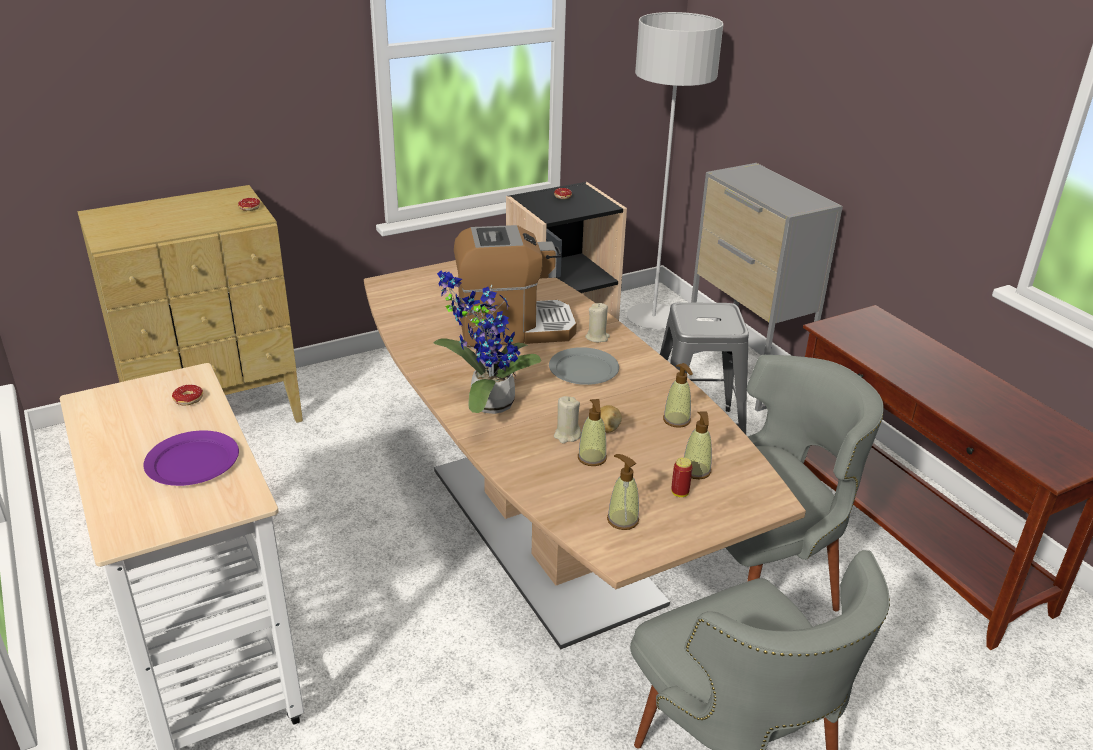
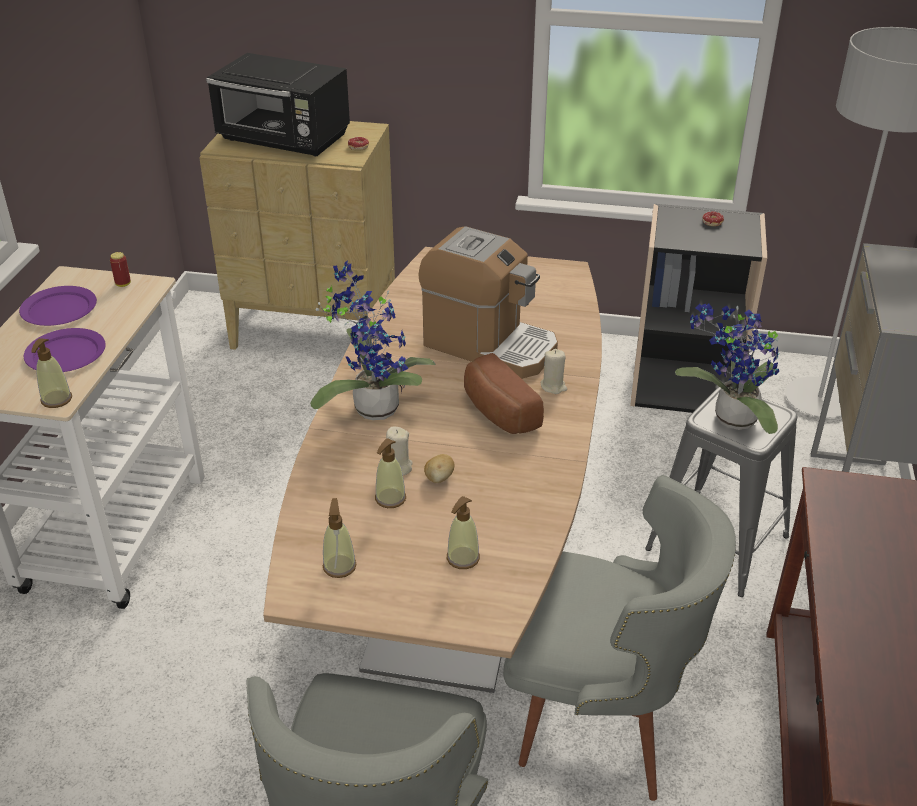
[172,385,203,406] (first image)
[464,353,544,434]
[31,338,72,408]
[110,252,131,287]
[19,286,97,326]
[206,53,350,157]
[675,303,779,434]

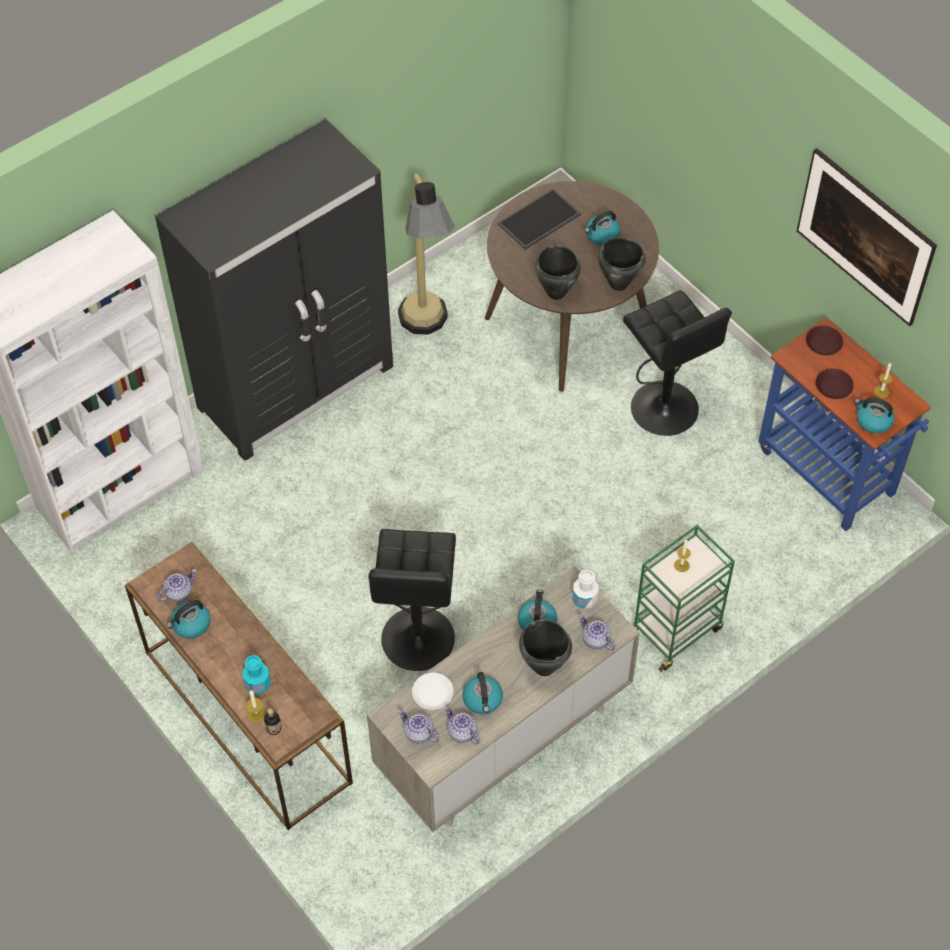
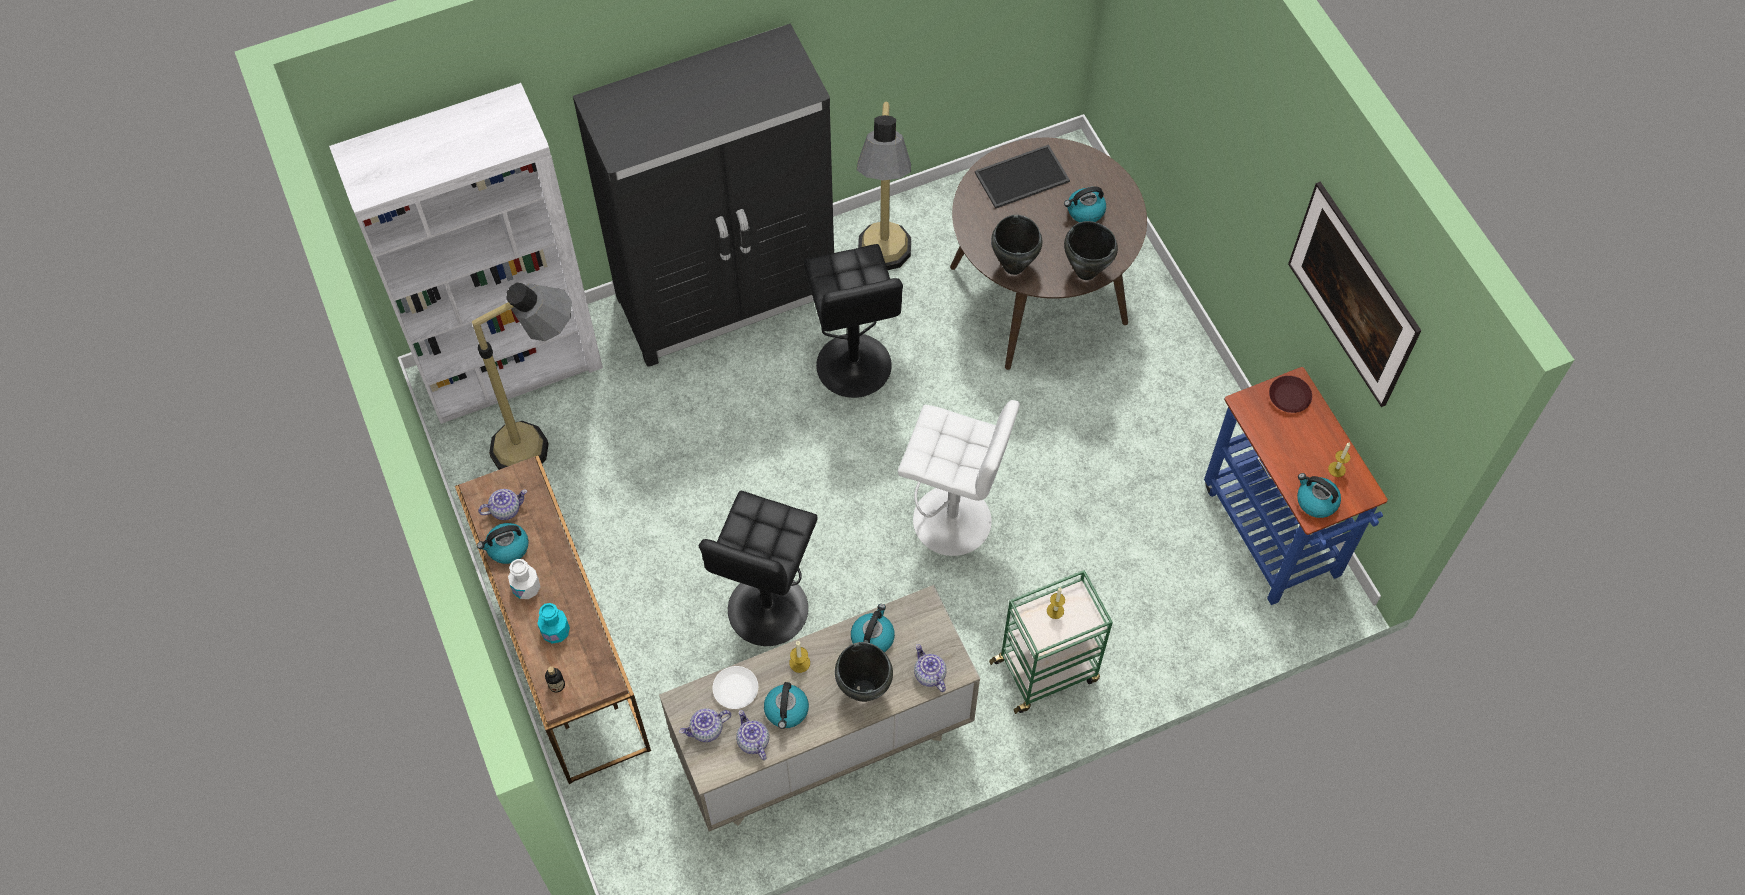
[789,641,810,673]
[679,708,731,742]
[508,559,540,599]
[804,244,903,398]
[816,369,854,399] (first image)
[472,283,572,470]
[898,400,1020,556]

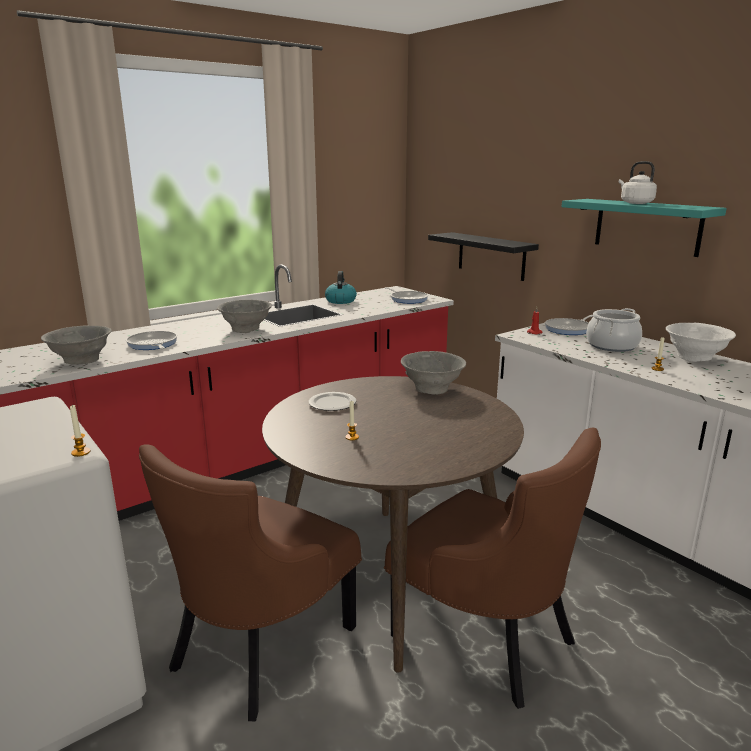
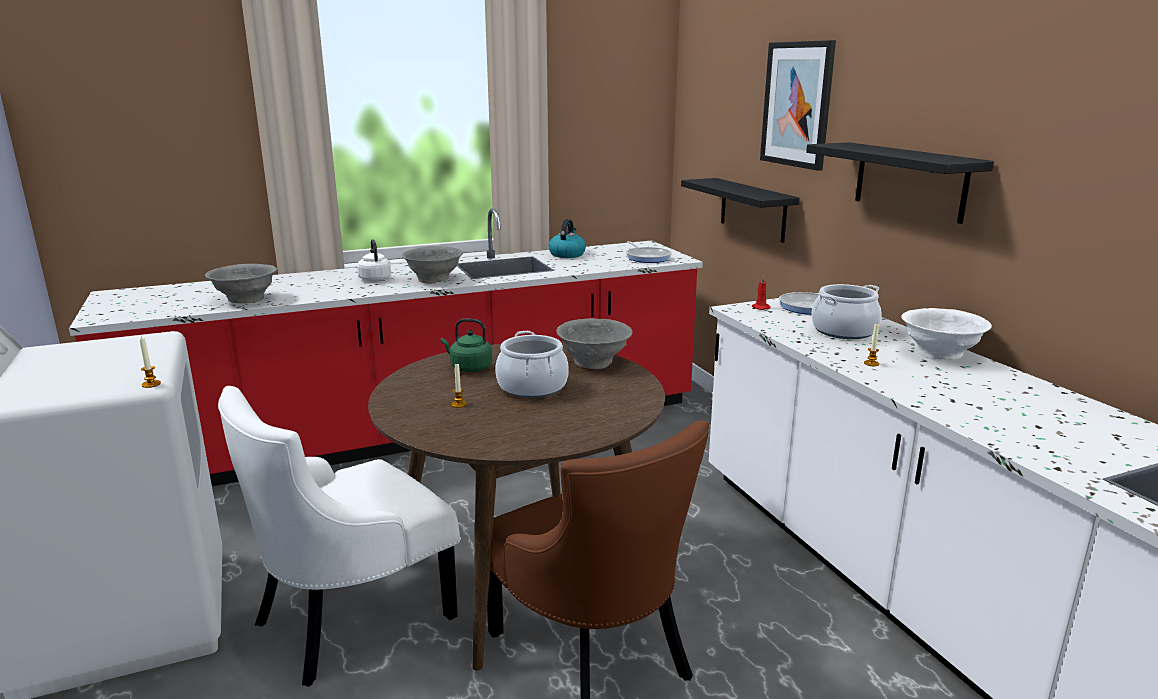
[126,331,177,350] (first image)
[218,386,461,687]
[441,318,492,372]
[806,142,994,224]
[357,239,391,282]
[495,331,569,398]
[760,40,836,171]

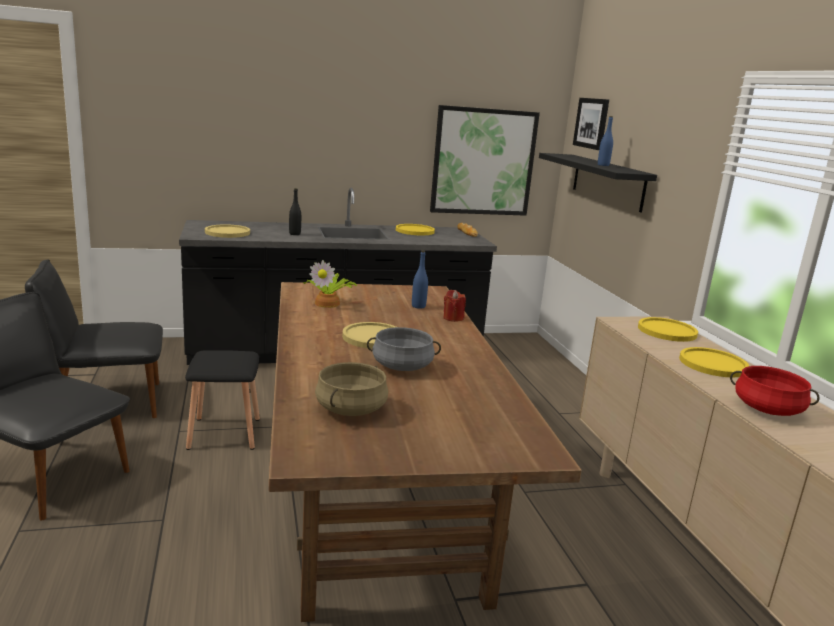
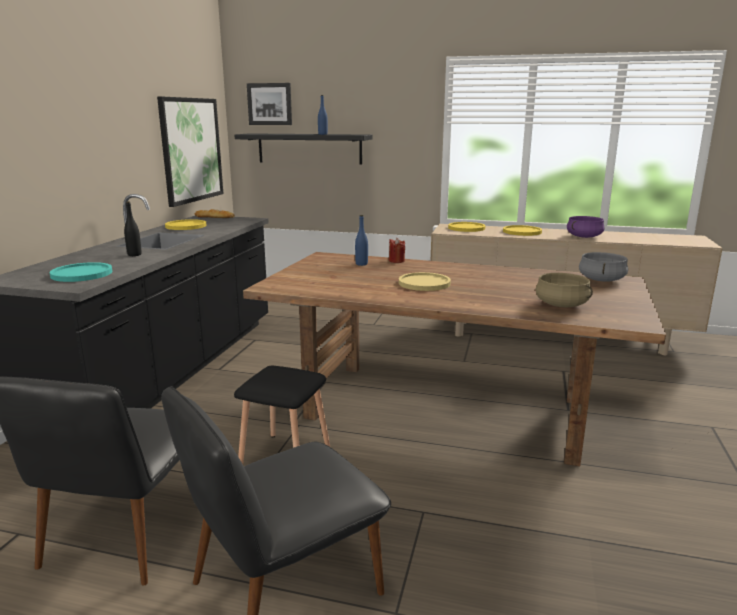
[50,262,113,282]
[303,260,357,308] (first image)
[579,252,628,282]
[567,216,605,238]

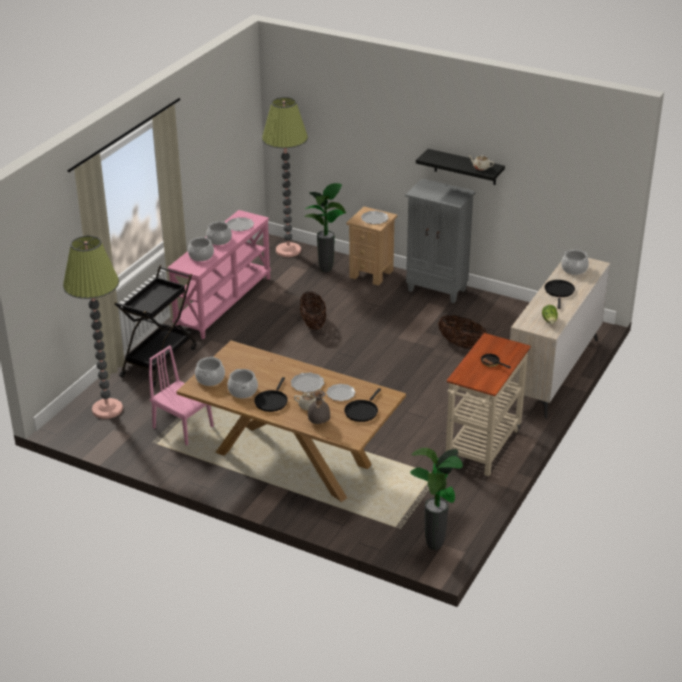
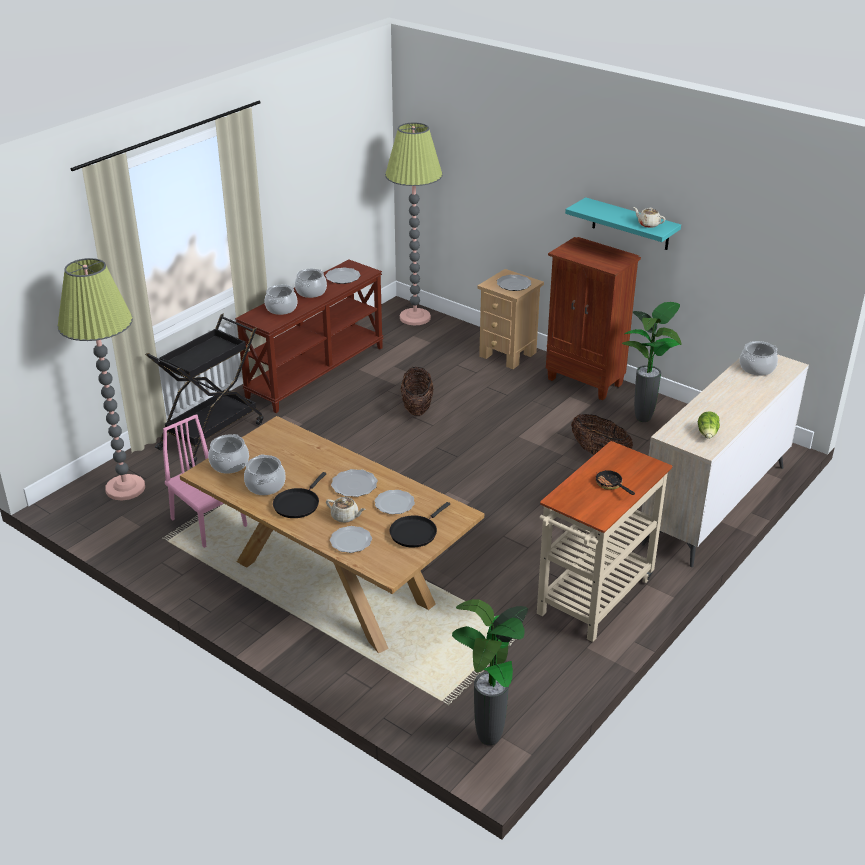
[235,259,384,413]
[622,302,682,422]
[330,526,372,553]
[546,237,641,400]
[565,197,681,250]
[545,280,575,309] (first image)

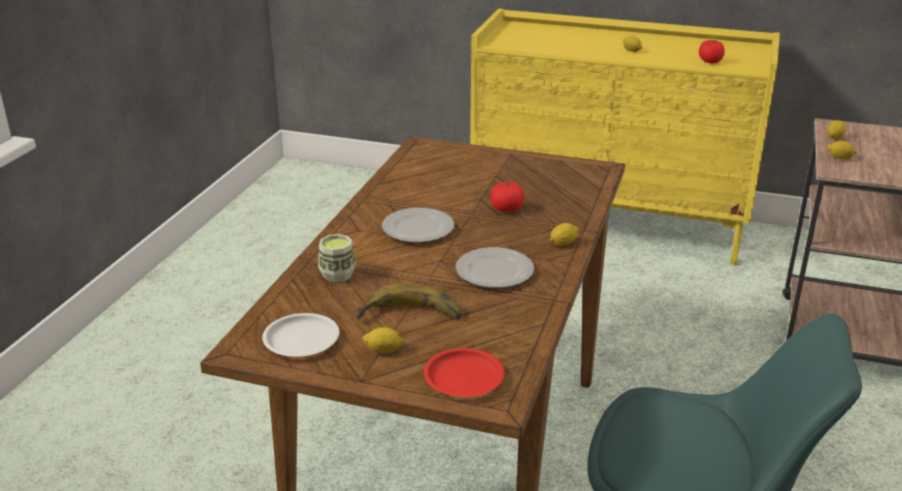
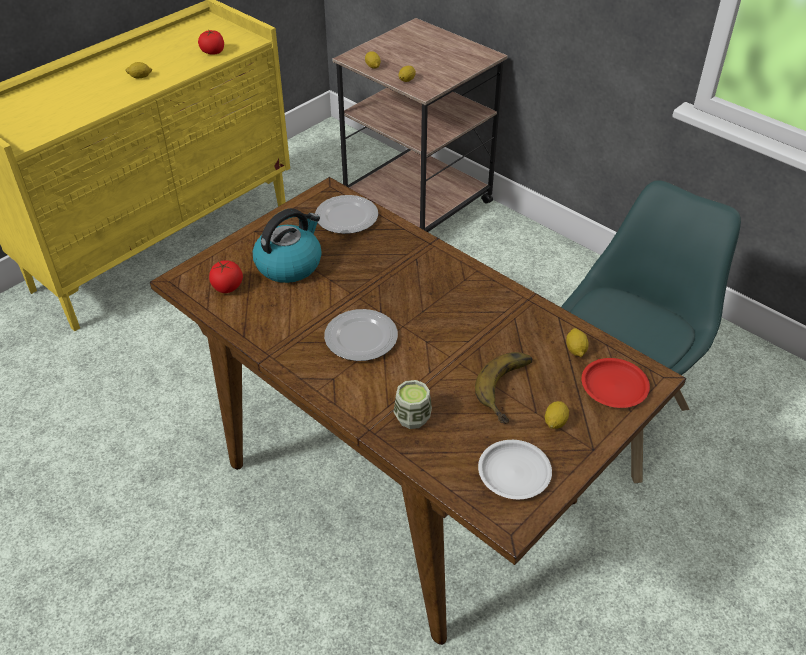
[315,195,378,234]
[209,260,243,293]
[566,328,589,357]
[253,208,322,283]

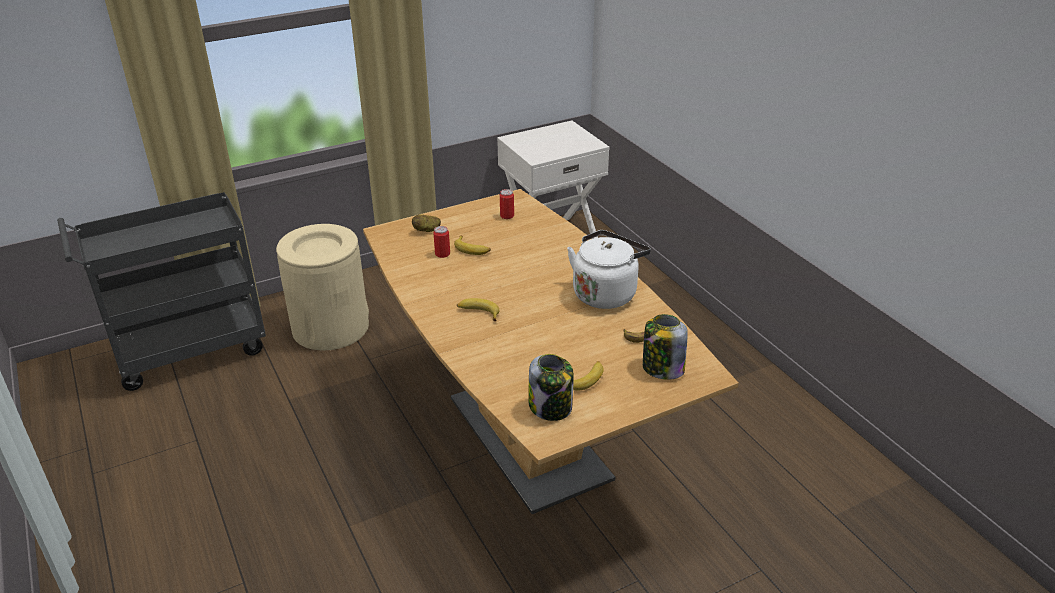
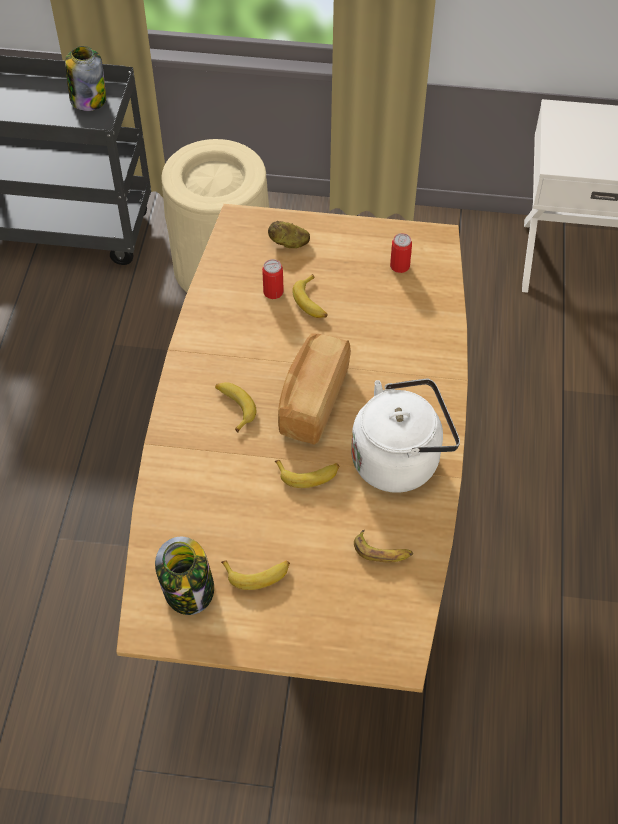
[65,46,106,111]
[275,460,339,488]
[278,333,351,445]

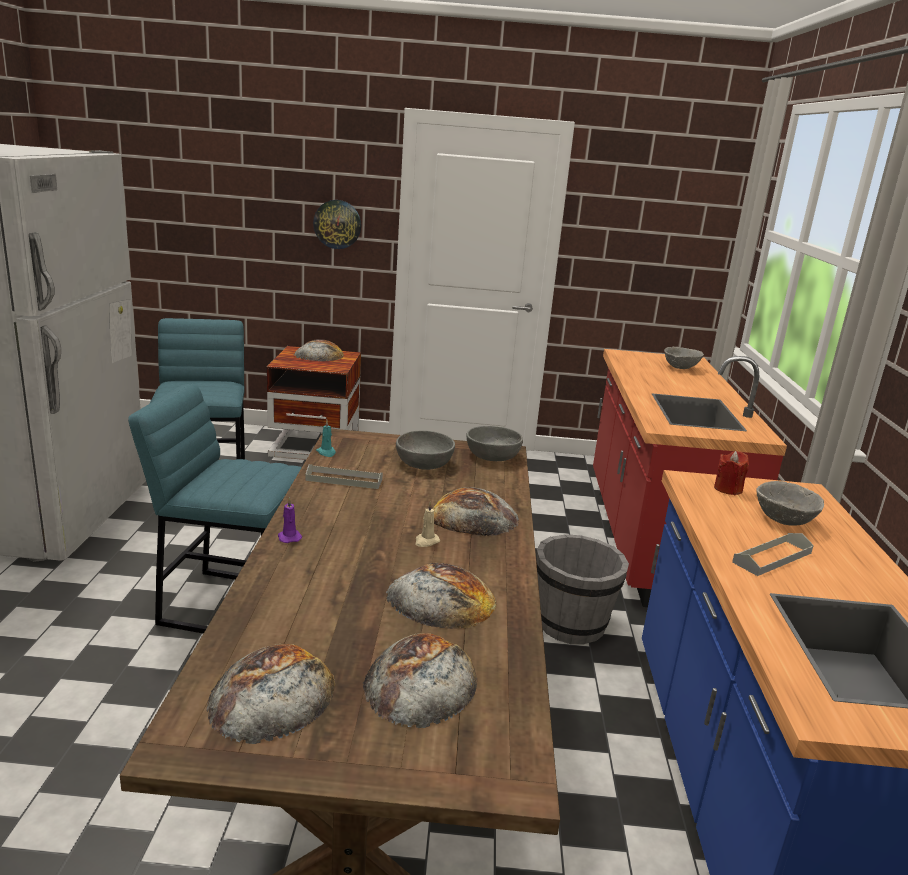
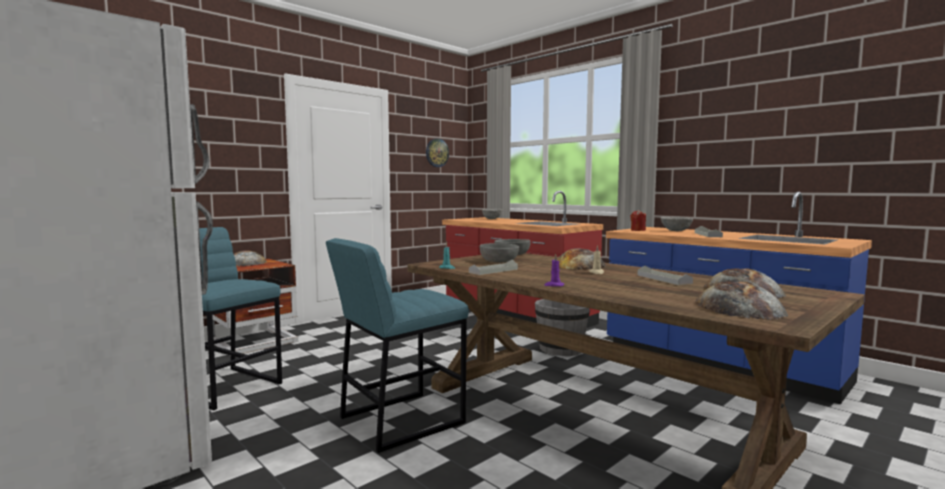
[426,139,449,167]
[638,265,693,285]

